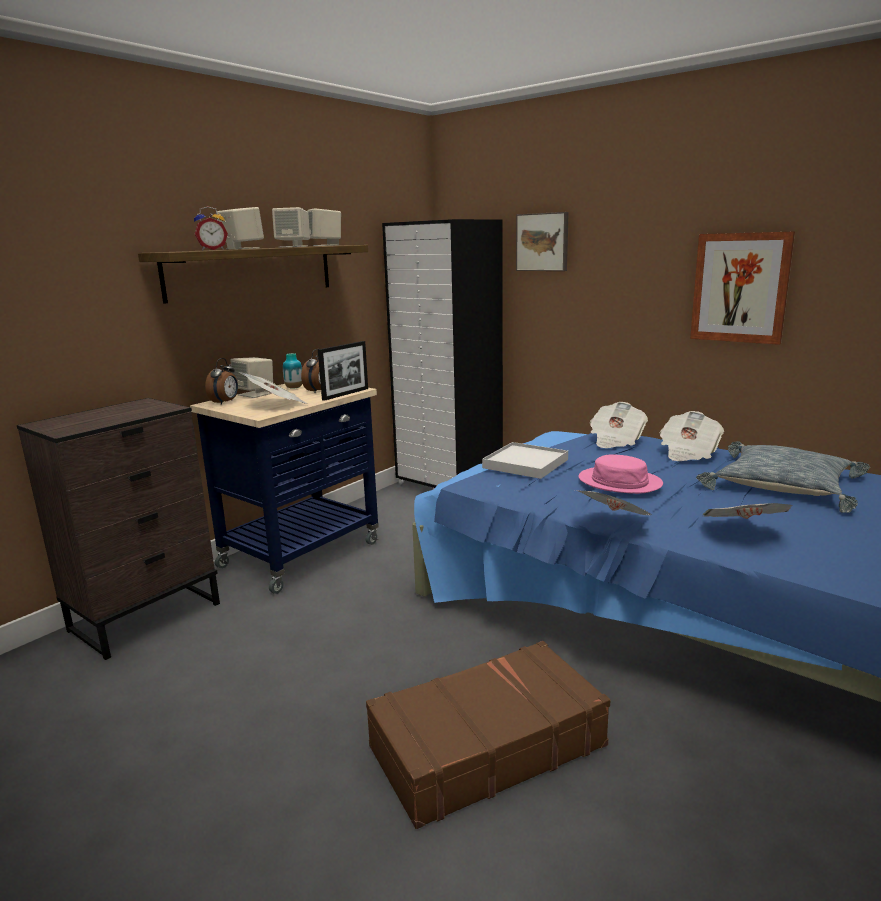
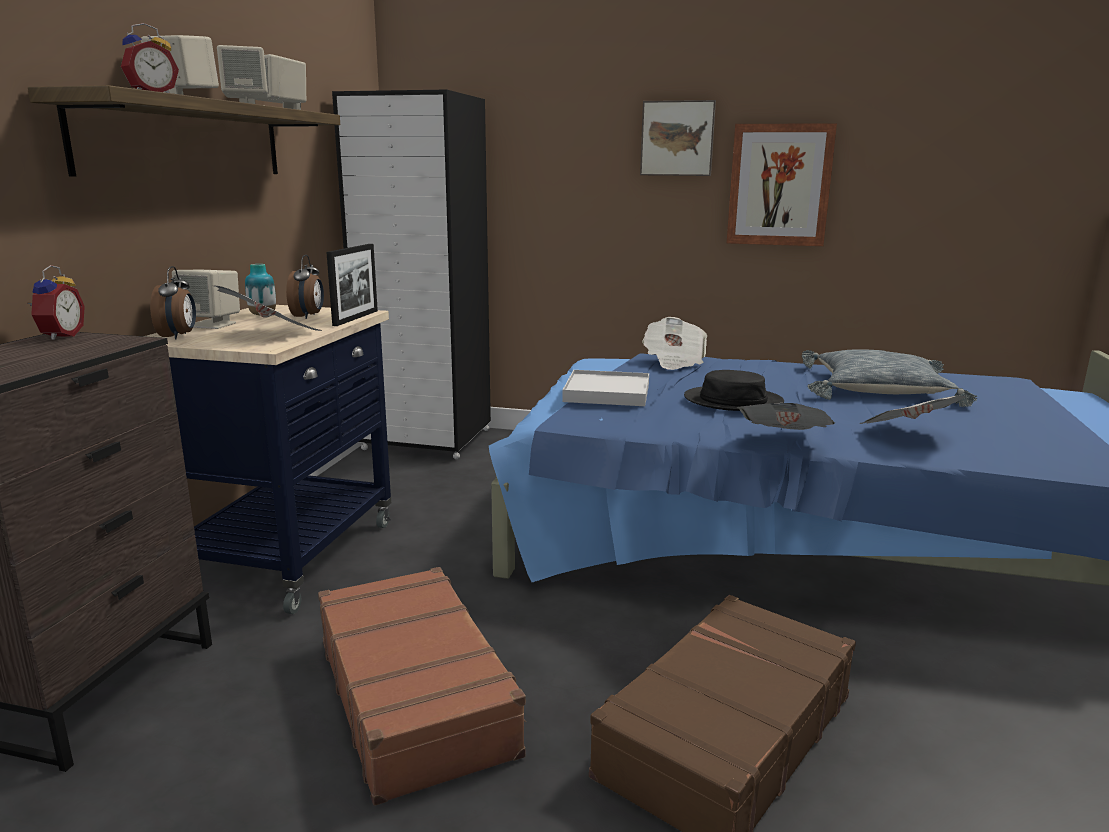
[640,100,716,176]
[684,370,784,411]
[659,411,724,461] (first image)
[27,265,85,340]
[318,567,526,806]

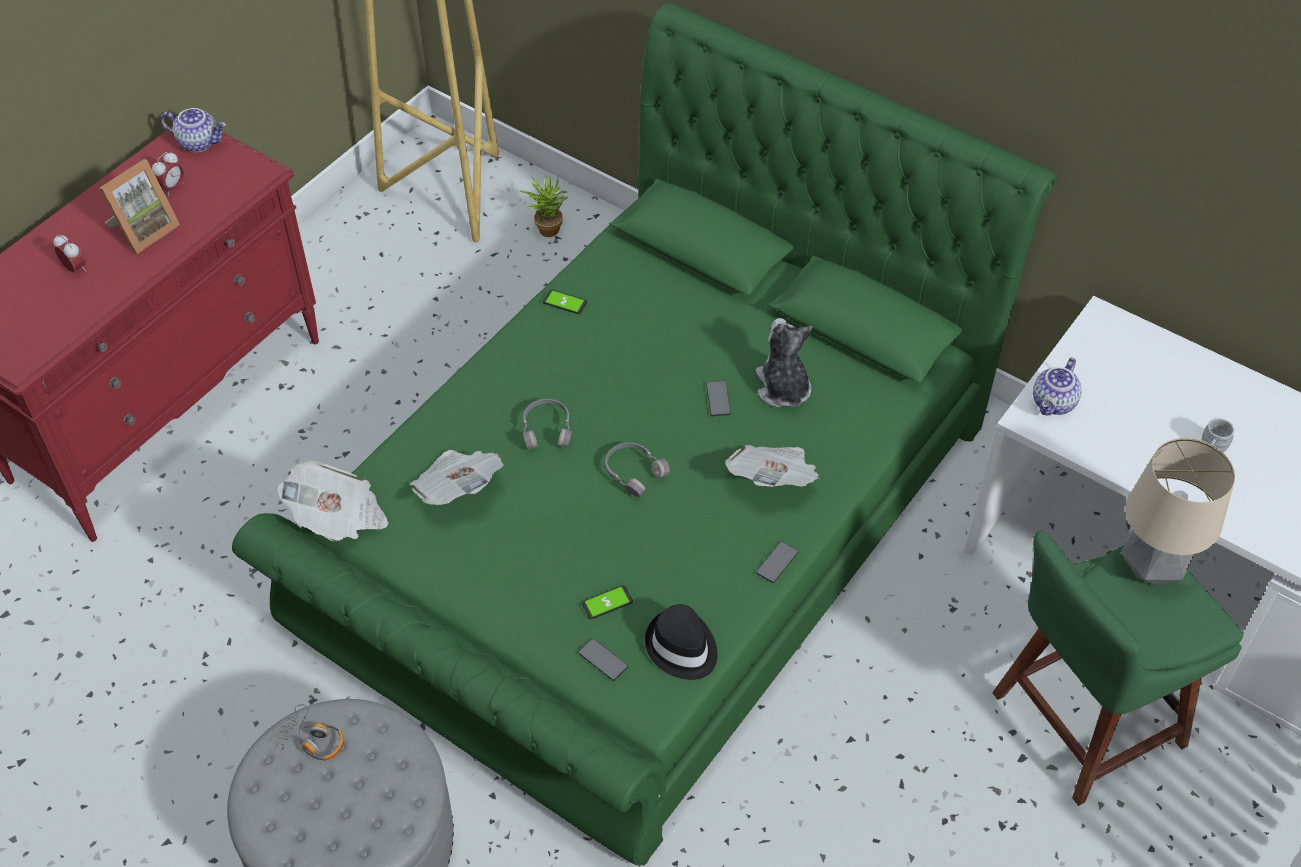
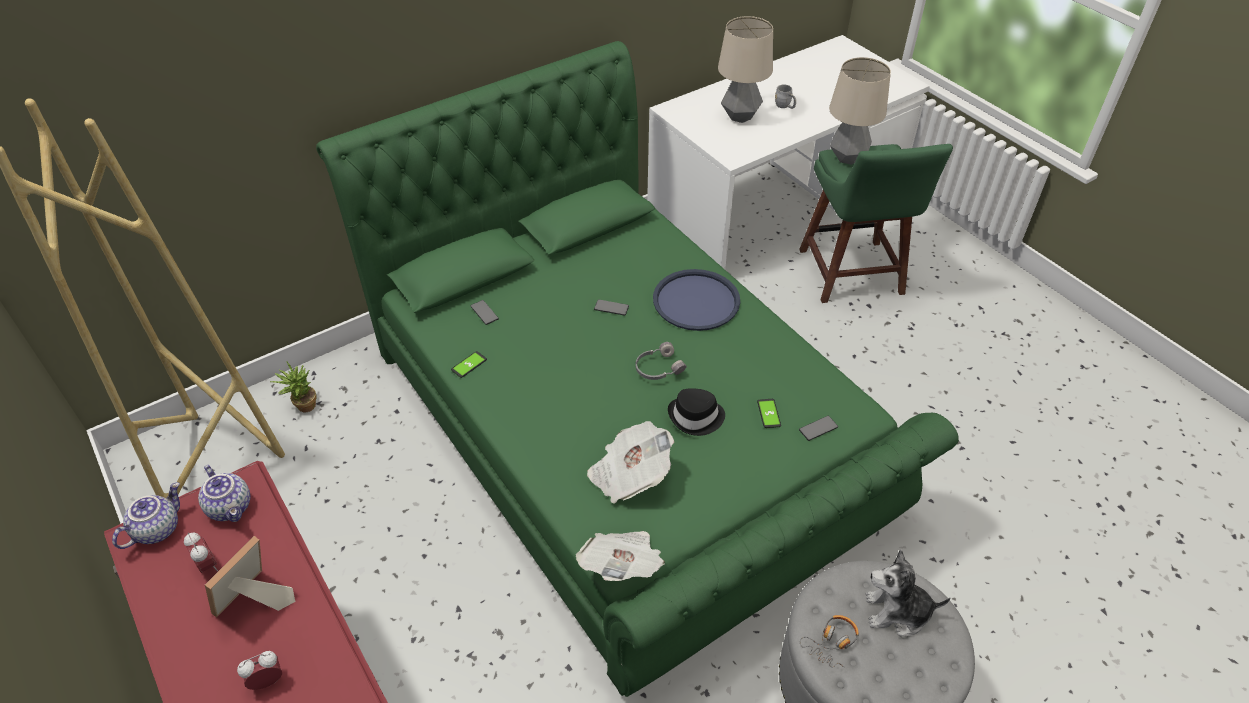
[205,536,295,617]
[523,399,572,450] (first image)
[668,388,725,436]
[653,269,740,331]
[865,549,951,636]
[471,300,499,325]
[198,465,251,522]
[718,16,773,123]

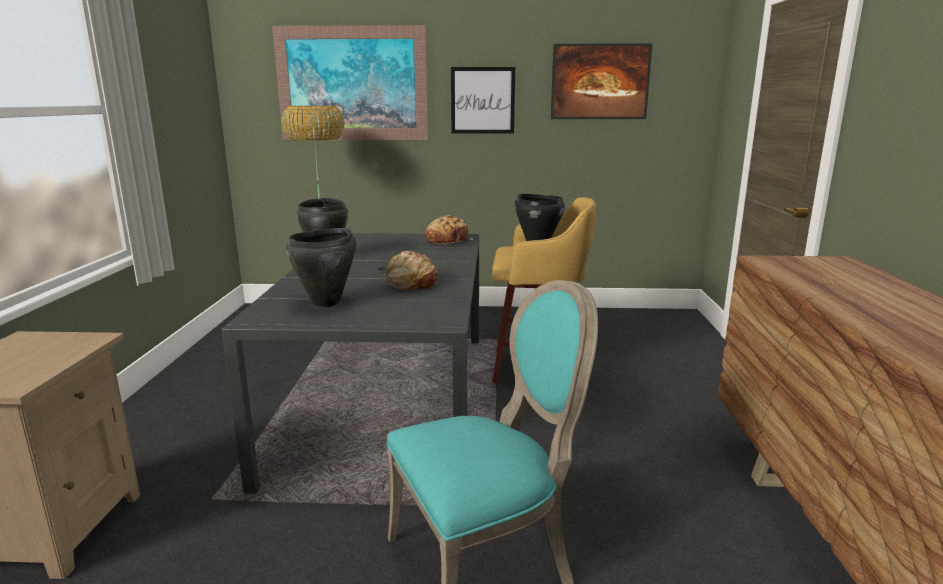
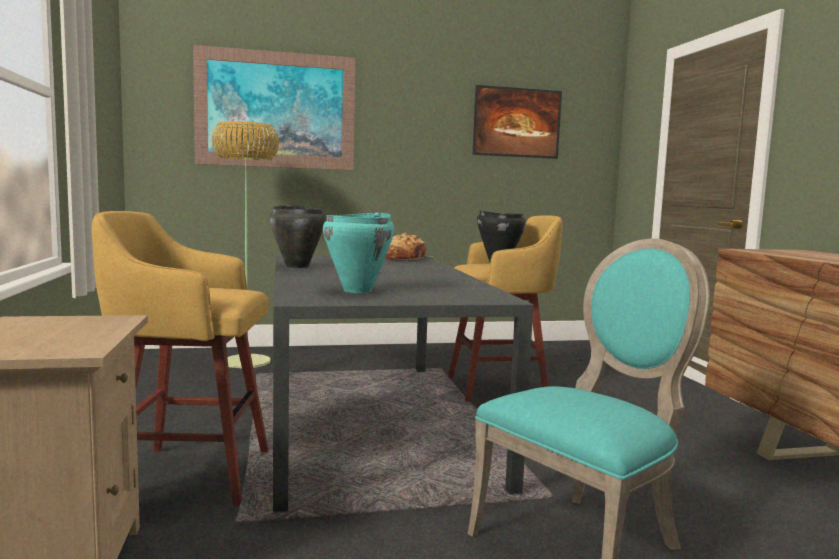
[323,212,395,293]
[384,251,438,290] (first image)
[451,67,515,134] (first image)
[92,211,268,506]

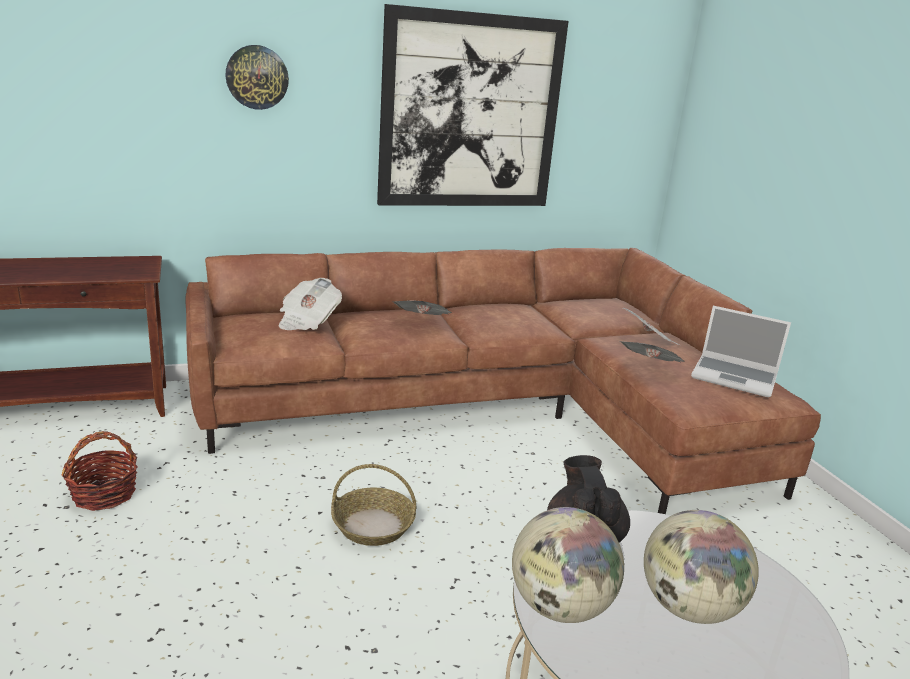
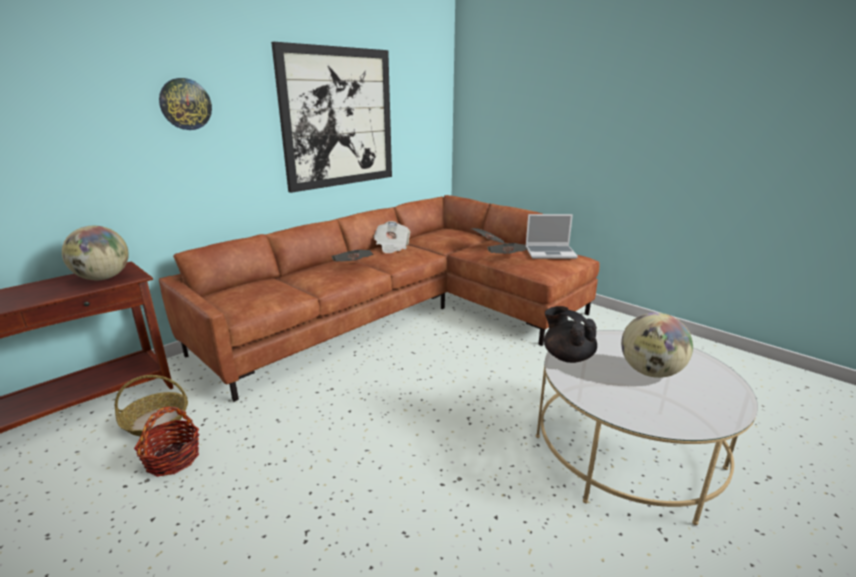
[373,221,410,253]
[115,375,188,436]
[62,226,129,280]

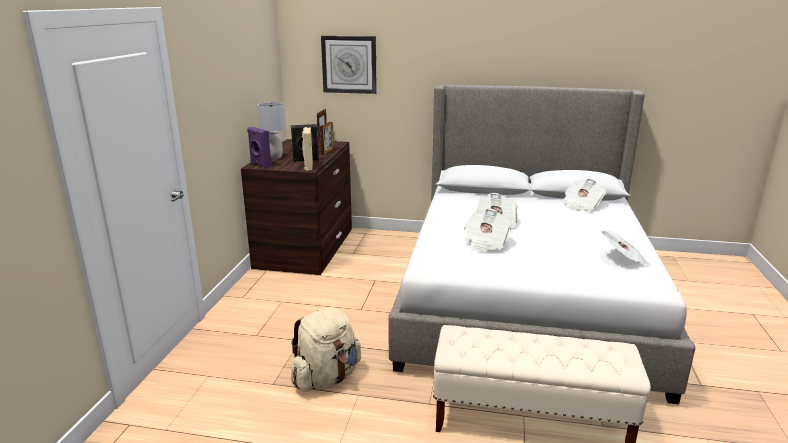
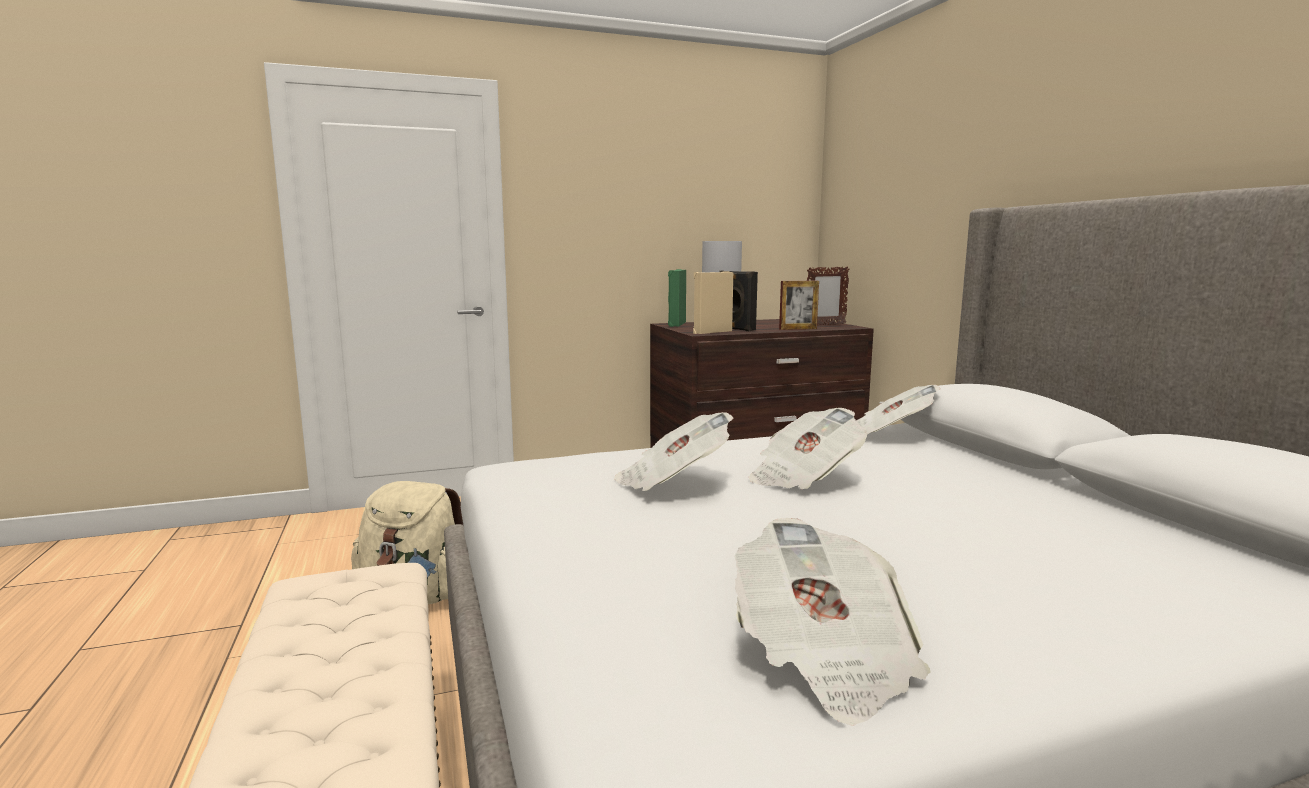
[668,269,686,327]
[321,36,377,94] (first image)
[856,385,941,434]

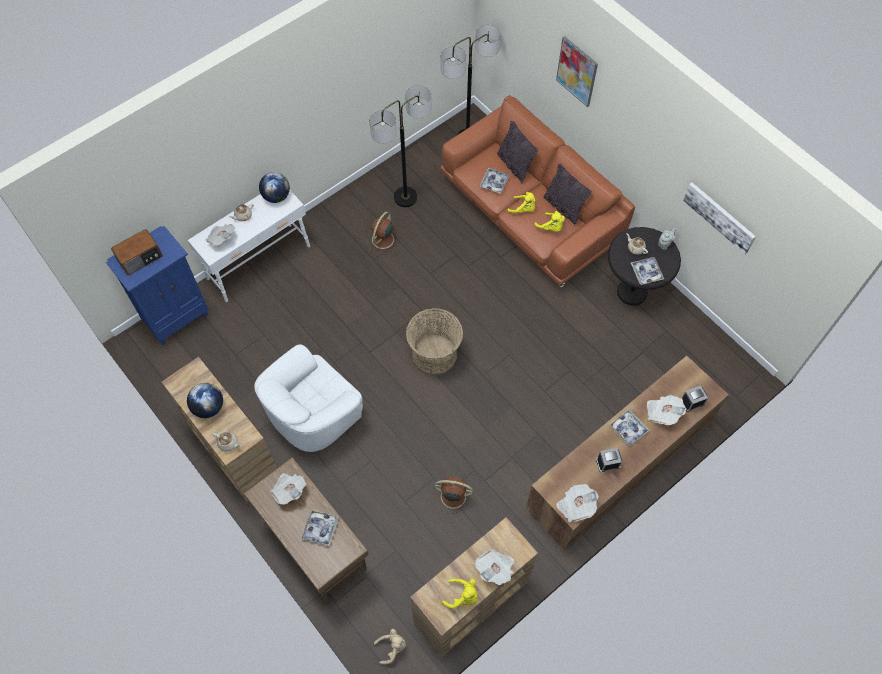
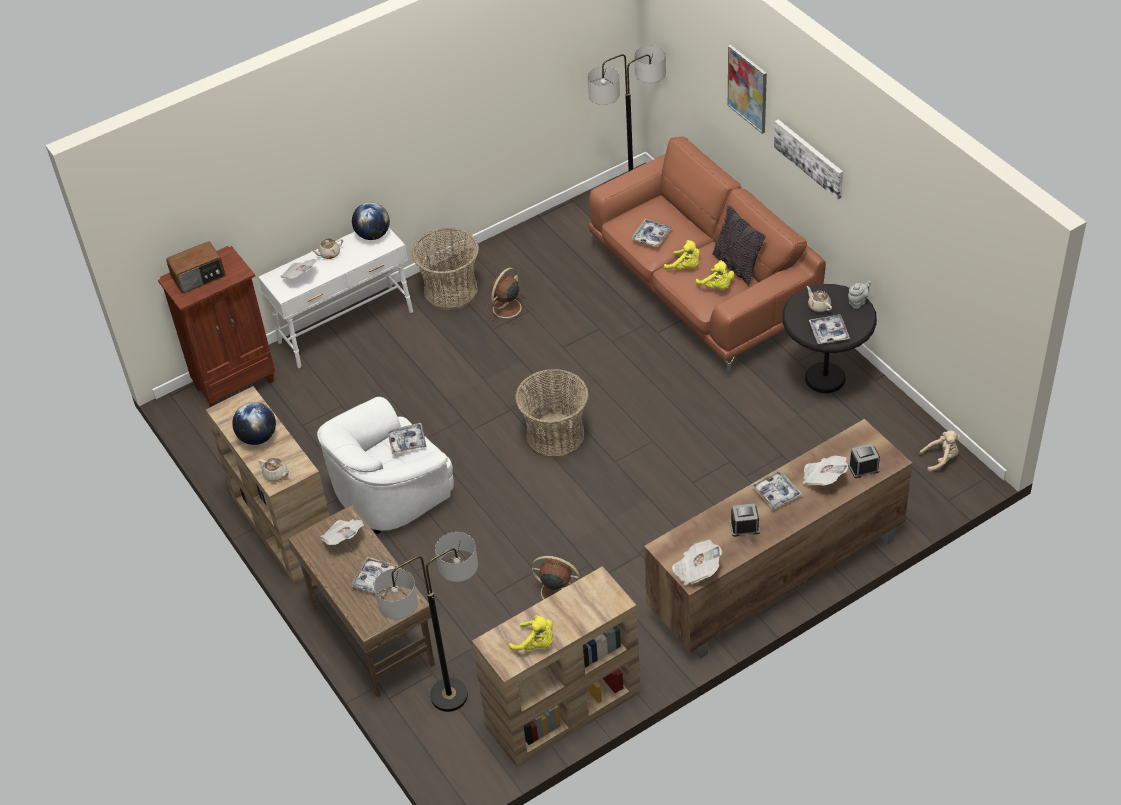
[158,246,275,407]
[374,532,478,712]
[920,430,961,472]
[475,549,514,585] (first image)
[497,121,538,183] (first image)
[774,119,843,200]
[388,423,427,454]
[412,227,479,311]

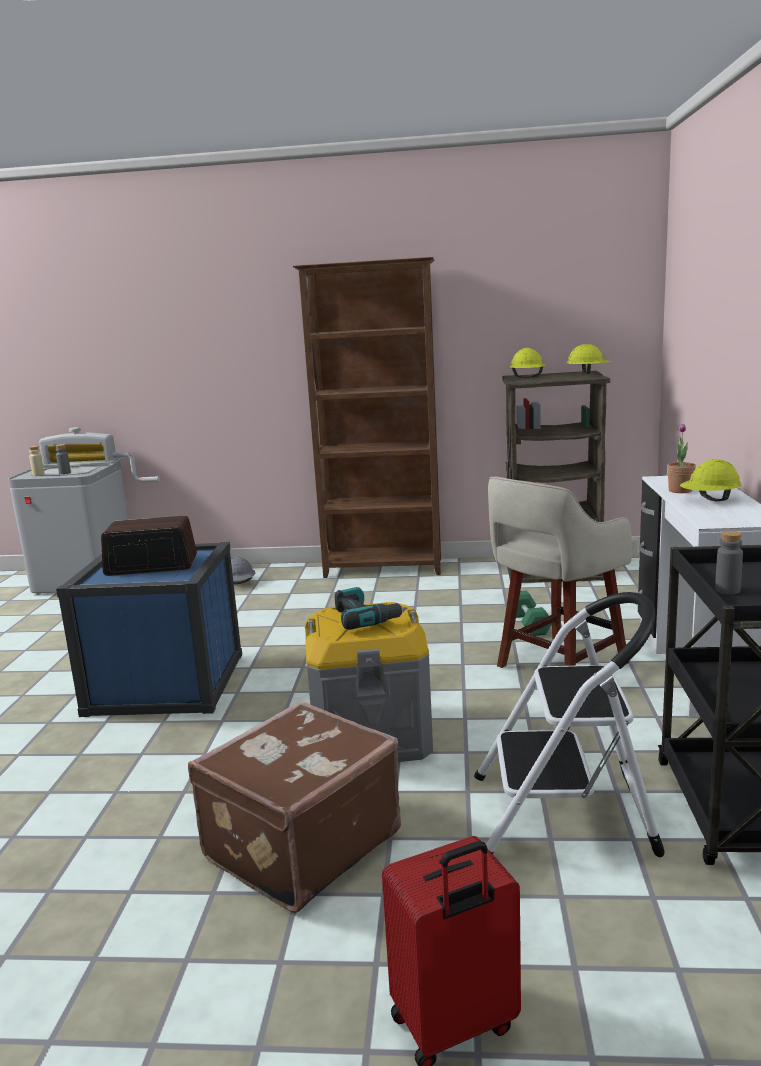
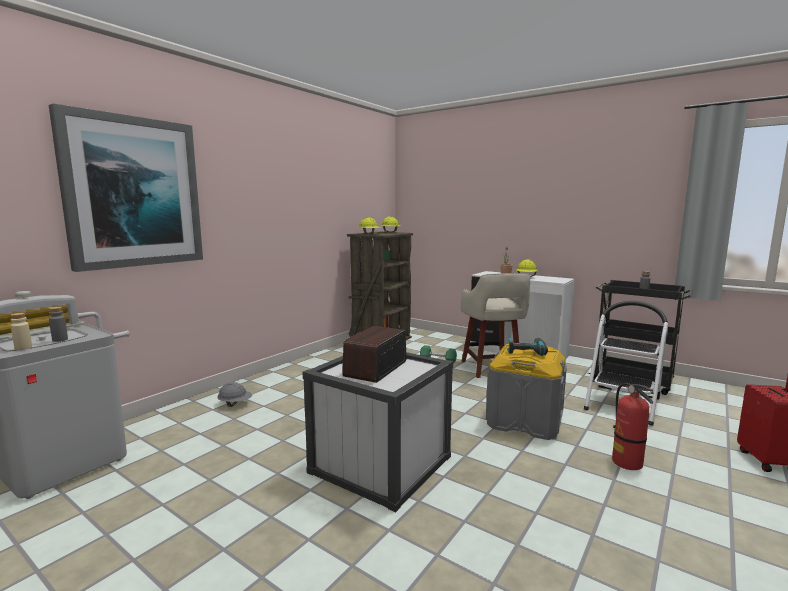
[302,352,453,512]
[612,383,653,470]
[293,257,441,578] (first image)
[49,103,203,272]

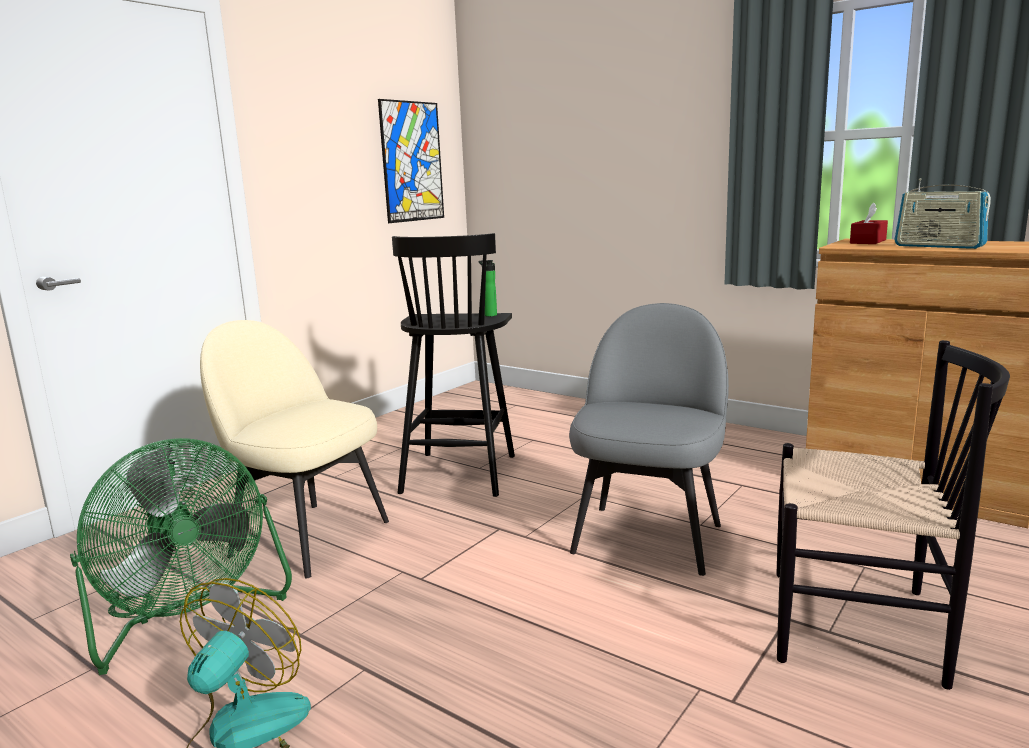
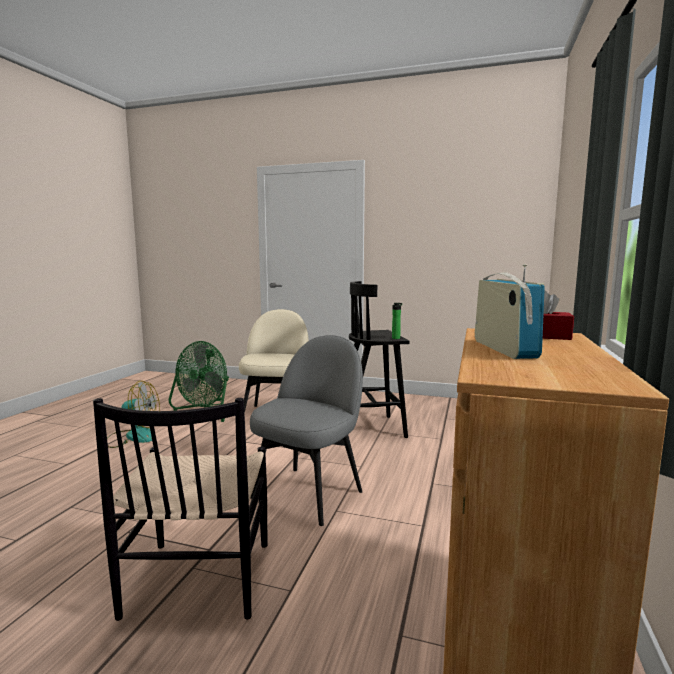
[378,99,444,223] (first image)
[250,335,363,526]
[475,264,545,359]

